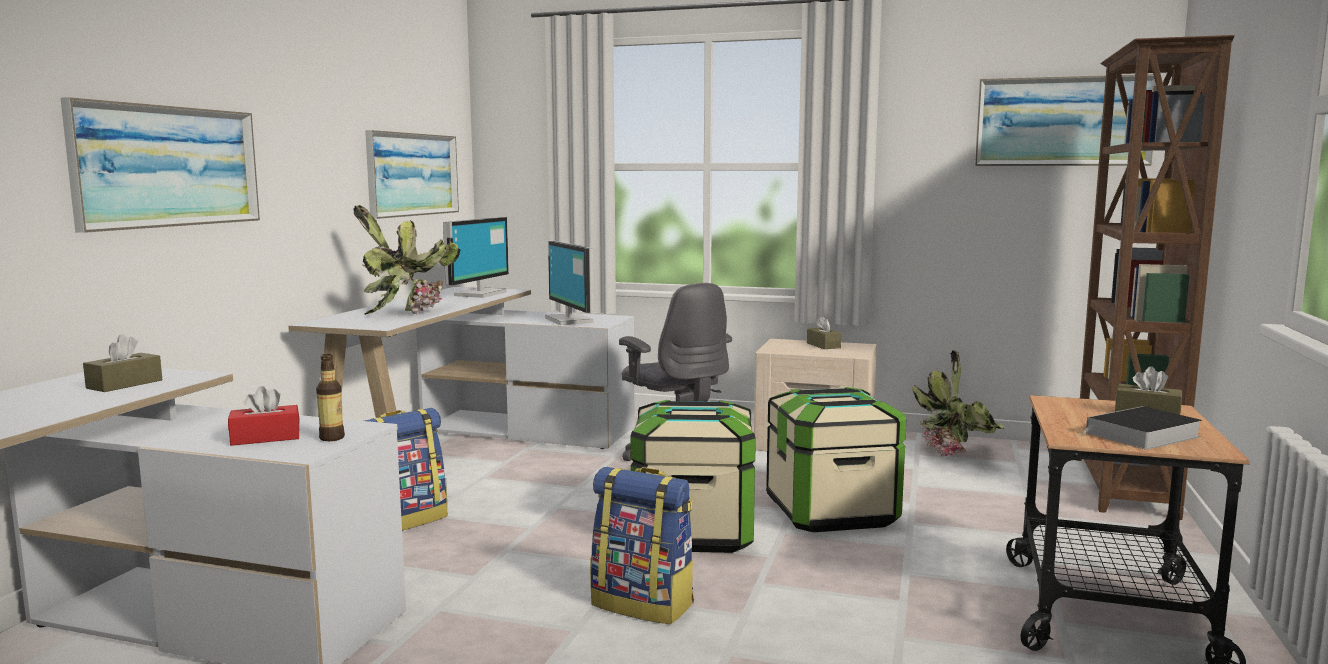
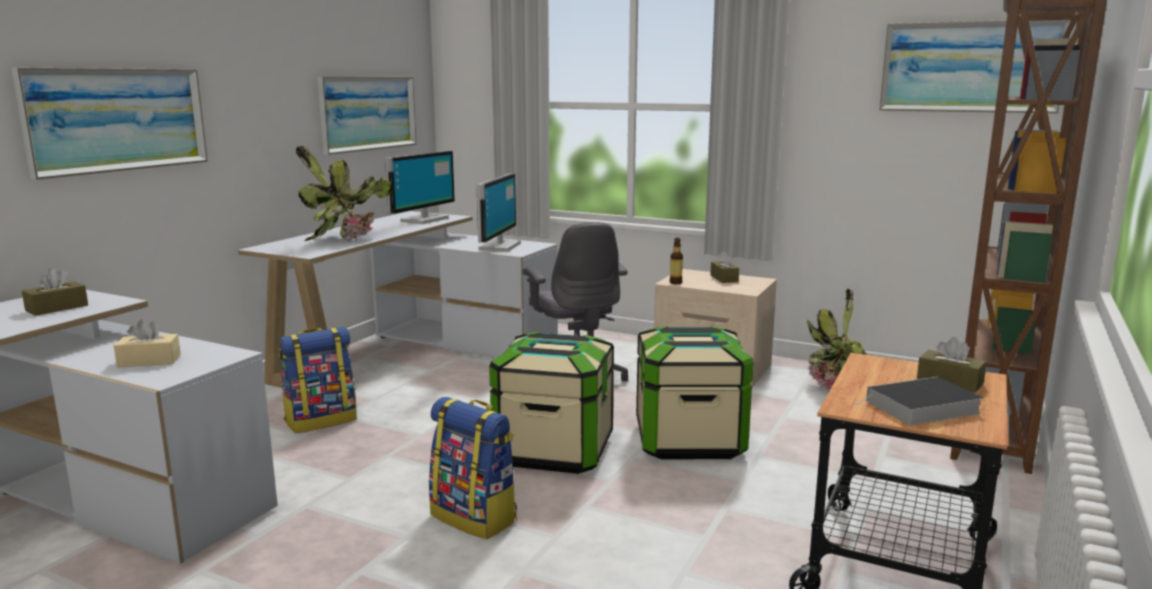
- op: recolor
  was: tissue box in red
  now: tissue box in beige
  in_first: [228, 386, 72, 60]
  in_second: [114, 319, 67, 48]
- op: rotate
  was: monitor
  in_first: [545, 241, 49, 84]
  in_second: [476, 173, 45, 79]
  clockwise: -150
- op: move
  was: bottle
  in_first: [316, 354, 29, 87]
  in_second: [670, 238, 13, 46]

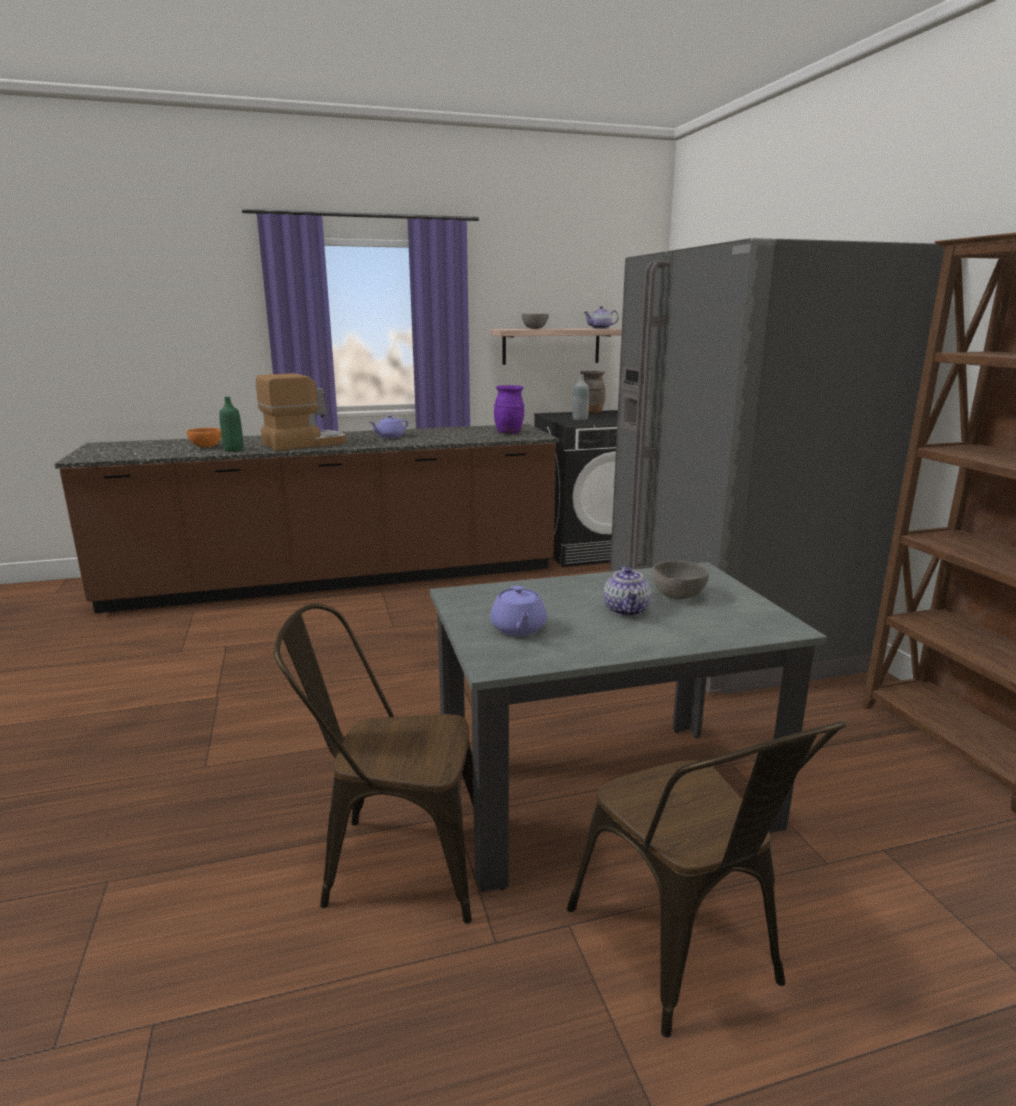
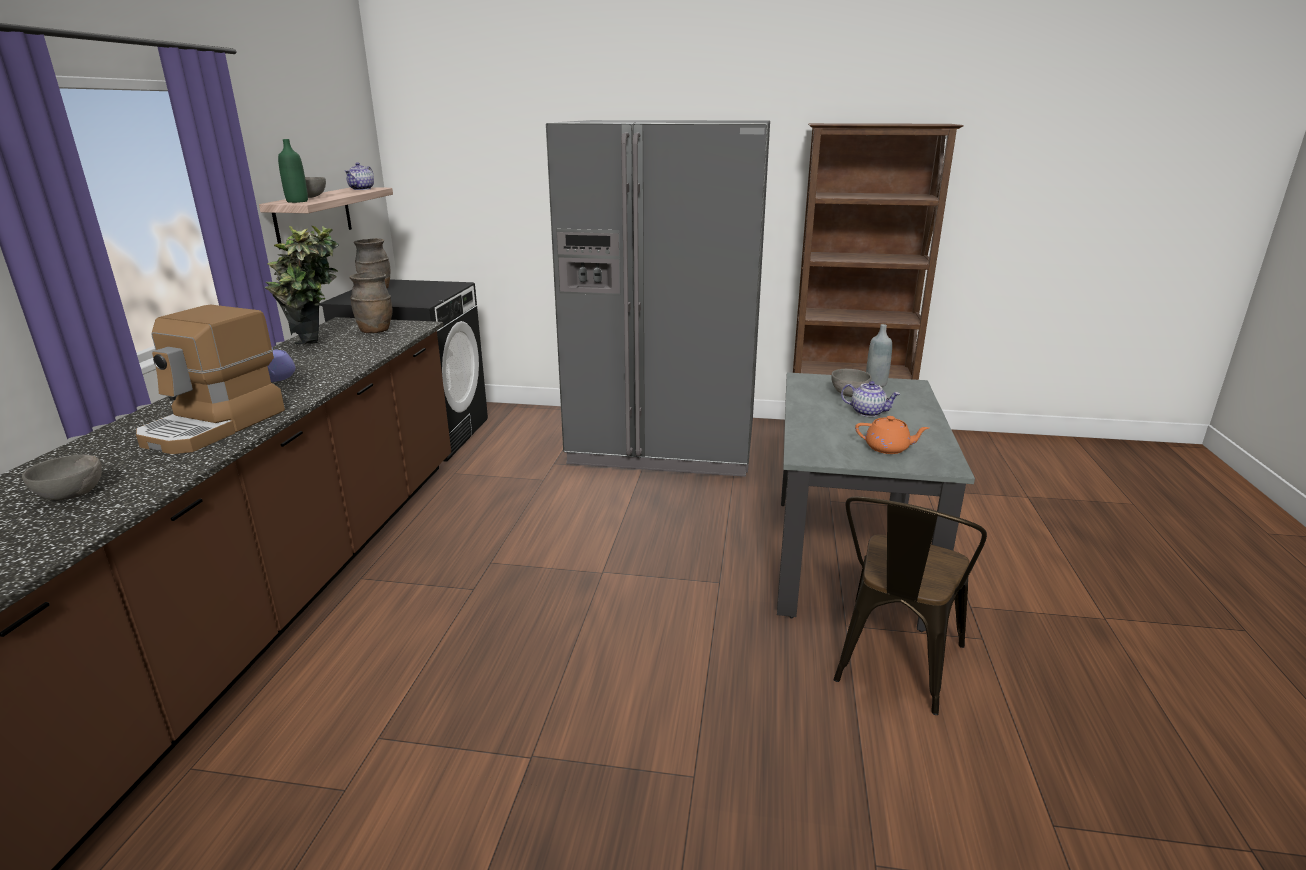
- op: recolor
  was: bowl in orange
  now: bowl in grey
  in_first: [186, 428, 35, 19]
  in_second: [22, 454, 80, 46]
- op: rotate
  was: coffee machine
  in_first: [256, 373, 91, 78]
  in_second: [136, 304, 149, 150]
  clockwise: -150
- op: insert
  now: potted plant
  in_second: [265, 225, 74, 119]
- op: move
  was: bottle in green
  in_first: [219, 397, 24, 55]
  in_second: [278, 139, 30, 64]
- op: recolor
  was: vase in purple
  now: vase in brown
  in_first: [494, 385, 30, 49]
  in_second: [349, 272, 43, 61]
- op: recolor
  was: teapot in purple
  now: teapot in orange
  in_first: [490, 586, 57, 50]
  in_second: [855, 416, 74, 38]
- op: move
  was: bottle in grey
  in_first: [572, 374, 17, 46]
  in_second: [866, 324, 26, 63]
- op: delete
  was: chair in brown
  in_first: [567, 721, 279, 317]

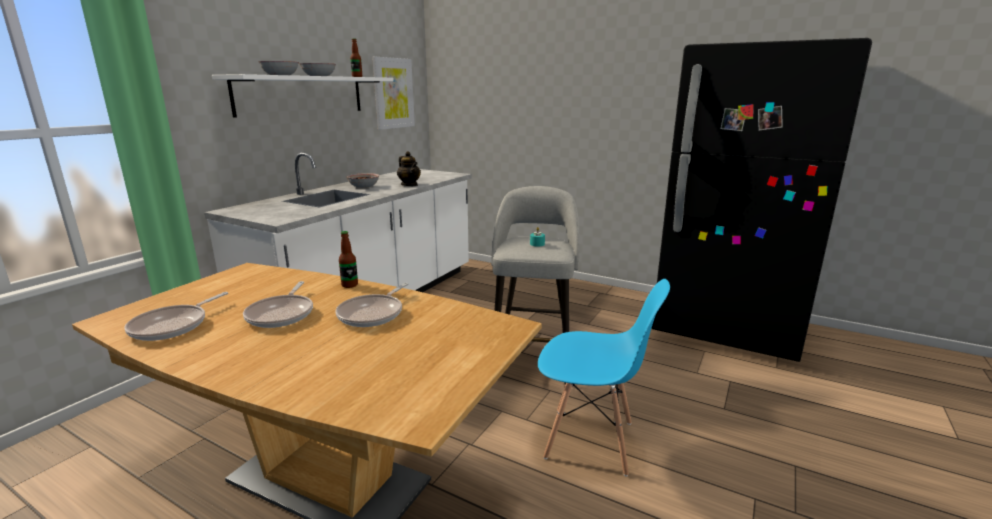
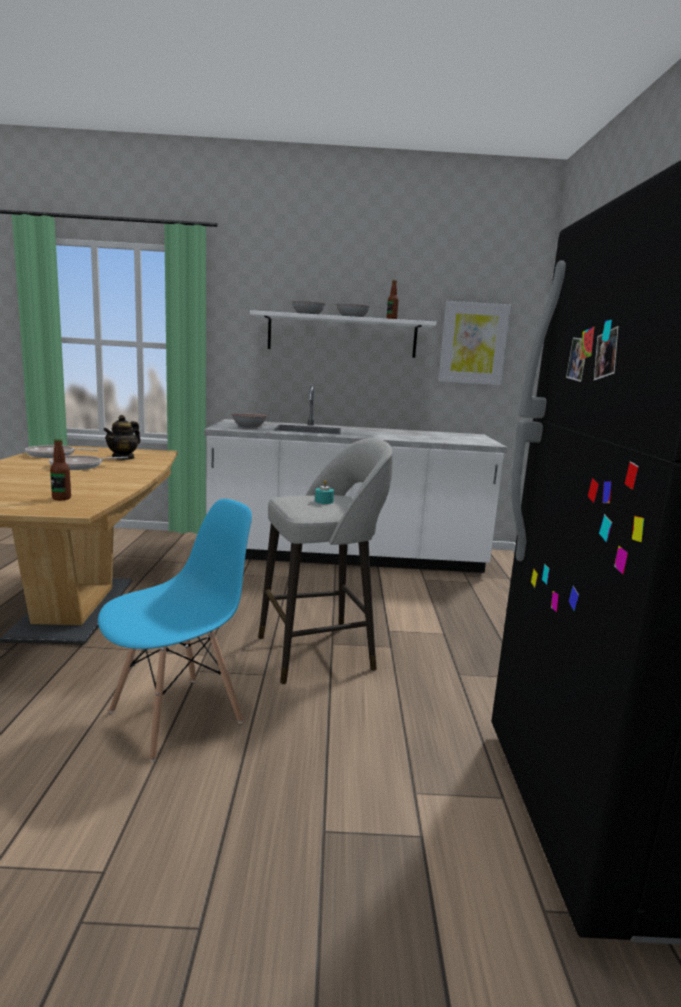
- op: move
  was: bottle
  in_first: [339, 231, 19, 57]
  in_second: [50, 439, 21, 61]
- op: rotate
  was: chair in blue
  in_first: [538, 279, 132, 197]
  in_second: [98, 499, 154, 263]
  clockwise: -120
- op: move
  was: teapot
  in_first: [397, 151, 24, 35]
  in_second: [104, 415, 37, 45]
- op: move
  was: bowl
  in_first: [346, 173, 33, 15]
  in_second: [232, 413, 35, 14]
- op: delete
  was: frying pan
  in_first: [336, 283, 72, 44]

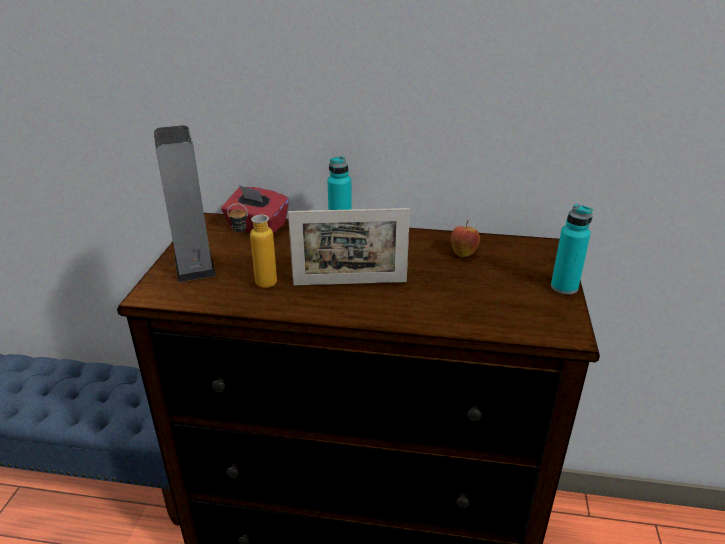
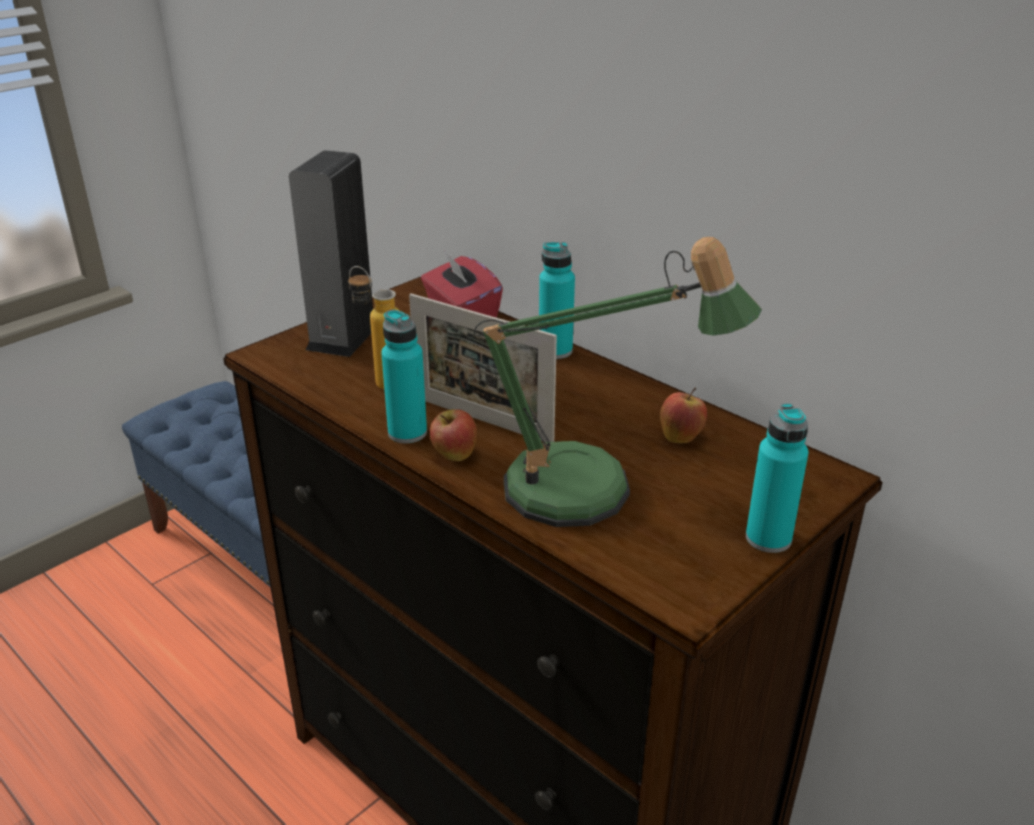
- op: insert
  now: bottle in turquoise
  in_second: [381, 310, 46, 133]
- op: insert
  now: apple
  in_second: [429, 409, 48, 52]
- op: insert
  now: table lamp
  in_second: [474, 237, 288, 290]

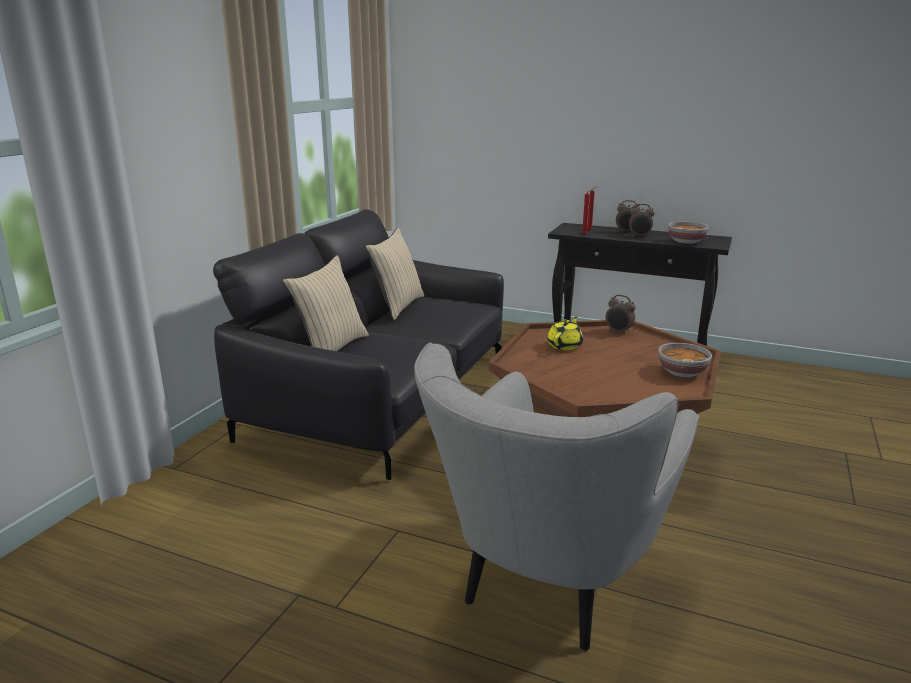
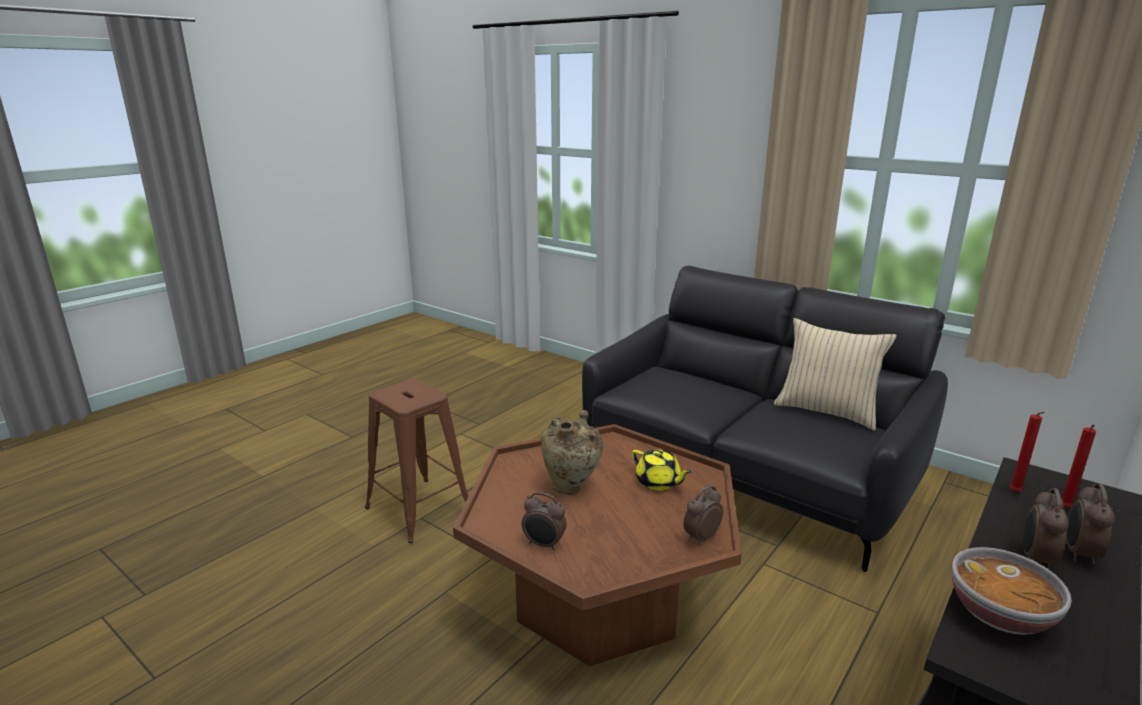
- op: replace
  was: armchair in grey
  now: stool in brown
  in_first: [414, 343, 285, 308]
  in_second: [365, 379, 104, 164]
- op: replace
  was: bowl
  now: alarm clock
  in_first: [658, 343, 54, 34]
  in_second: [522, 492, 45, 59]
- op: insert
  now: vase in beige
  in_second: [541, 410, 62, 85]
- op: delete
  was: pillow in beige
  in_first: [283, 255, 85, 96]

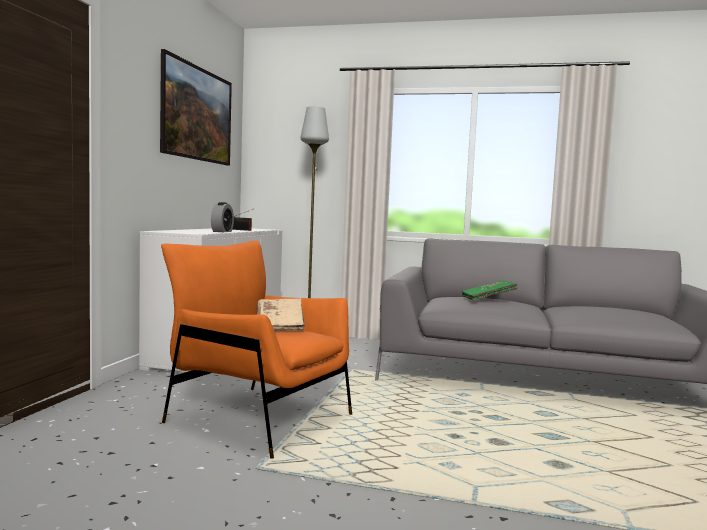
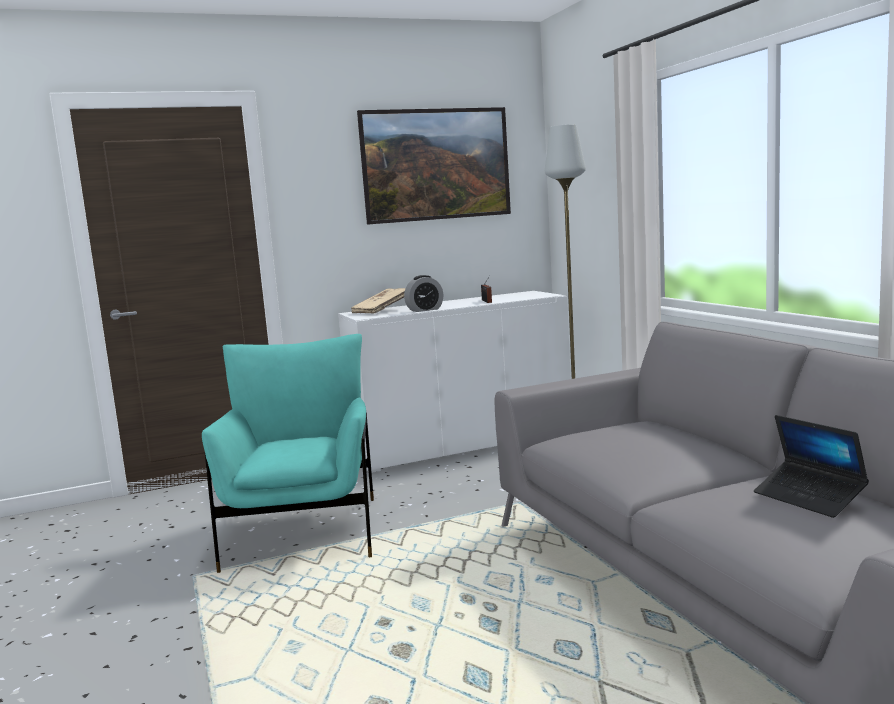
- op: recolor
  was: armchair in orange
  now: armchair in turquoise
  in_first: [161, 240, 191, 219]
  in_second: [202, 334, 172, 239]
- op: move
  was: book in beige
  in_first: [256, 298, 49, 33]
  in_second: [351, 288, 54, 25]
- op: insert
  now: laptop
  in_second: [754, 415, 115, 103]
- op: delete
  was: book in green
  in_first: [461, 281, 57, 19]

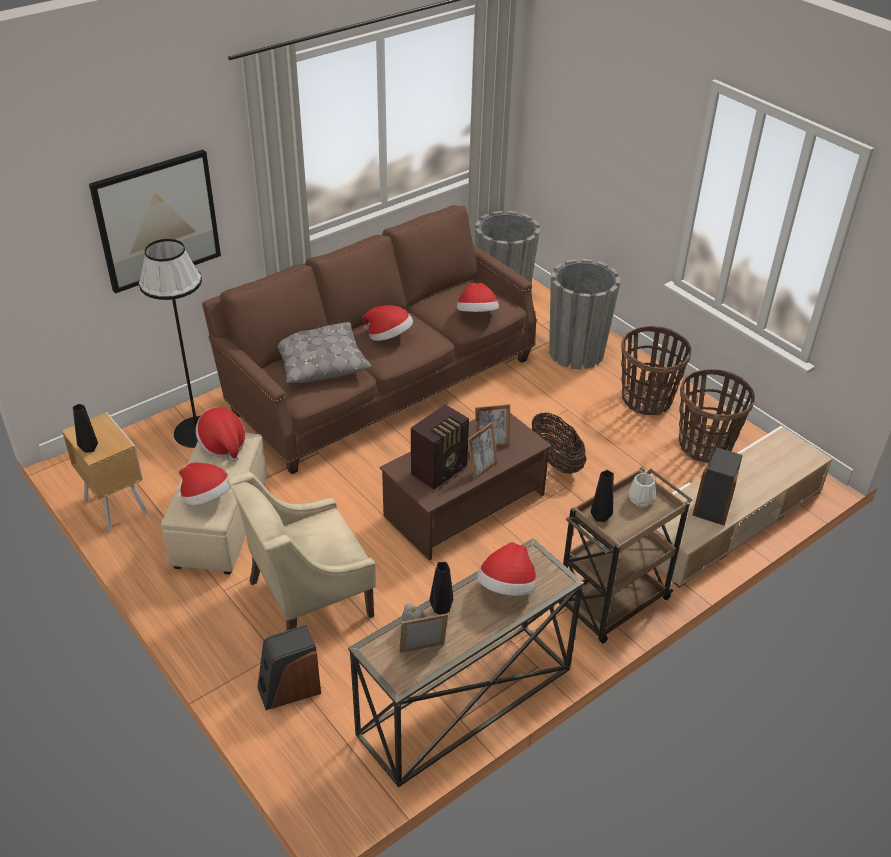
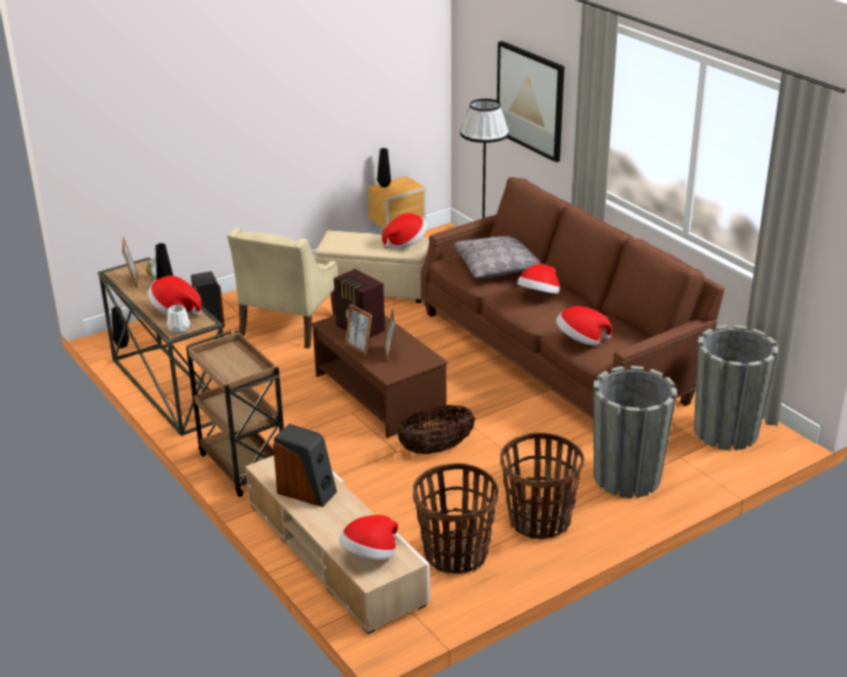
- op: move
  was: vase in black
  in_first: [590, 470, 24, 52]
  in_second: [112, 307, 17, 41]
- op: move
  was: vase in white
  in_first: [629, 473, 27, 34]
  in_second: [167, 305, 23, 28]
- op: rotate
  was: armchair in beige
  in_first: [227, 471, 149, 160]
  in_second: [227, 228, 111, 121]
  clockwise: -135
- op: move
  was: hat
  in_first: [179, 463, 51, 42]
  in_second: [339, 515, 59, 45]

